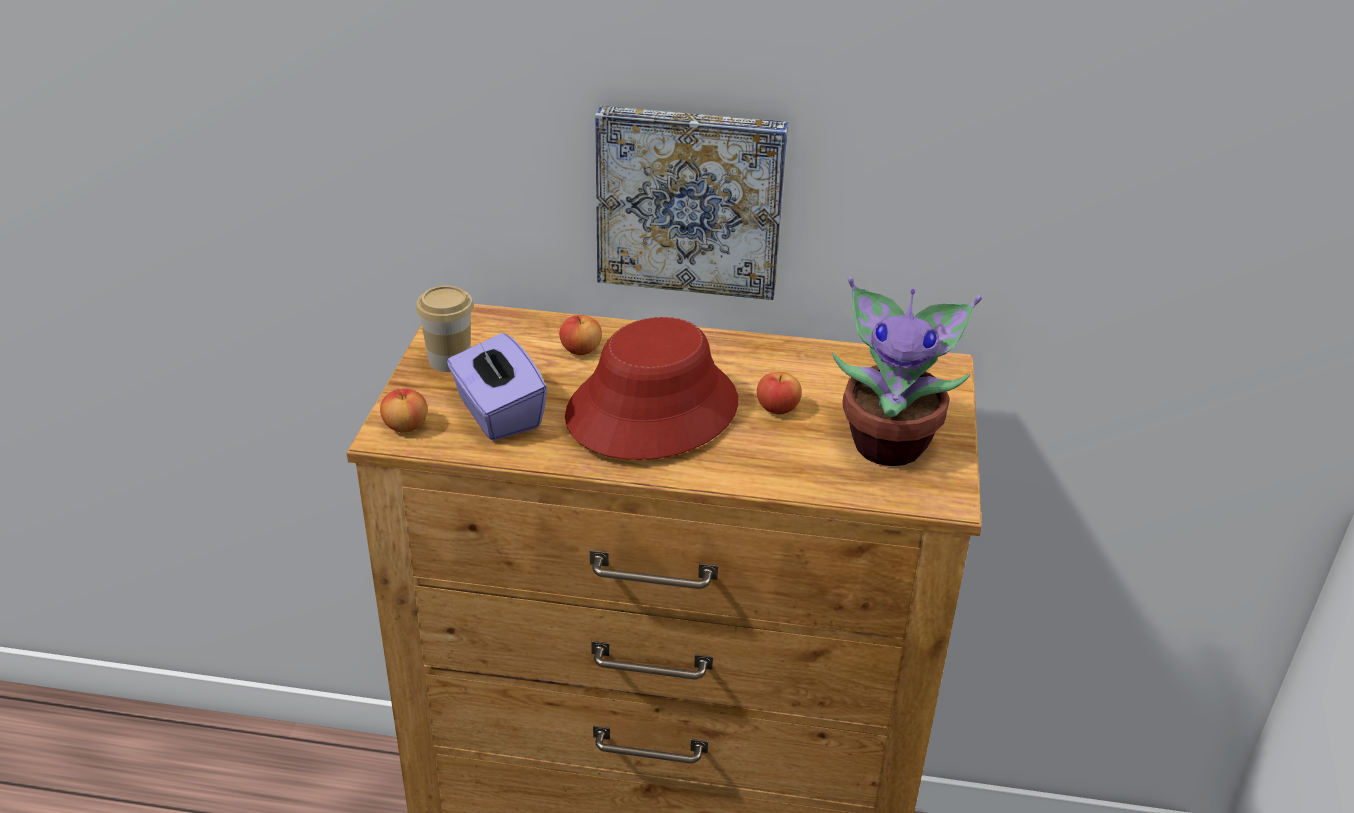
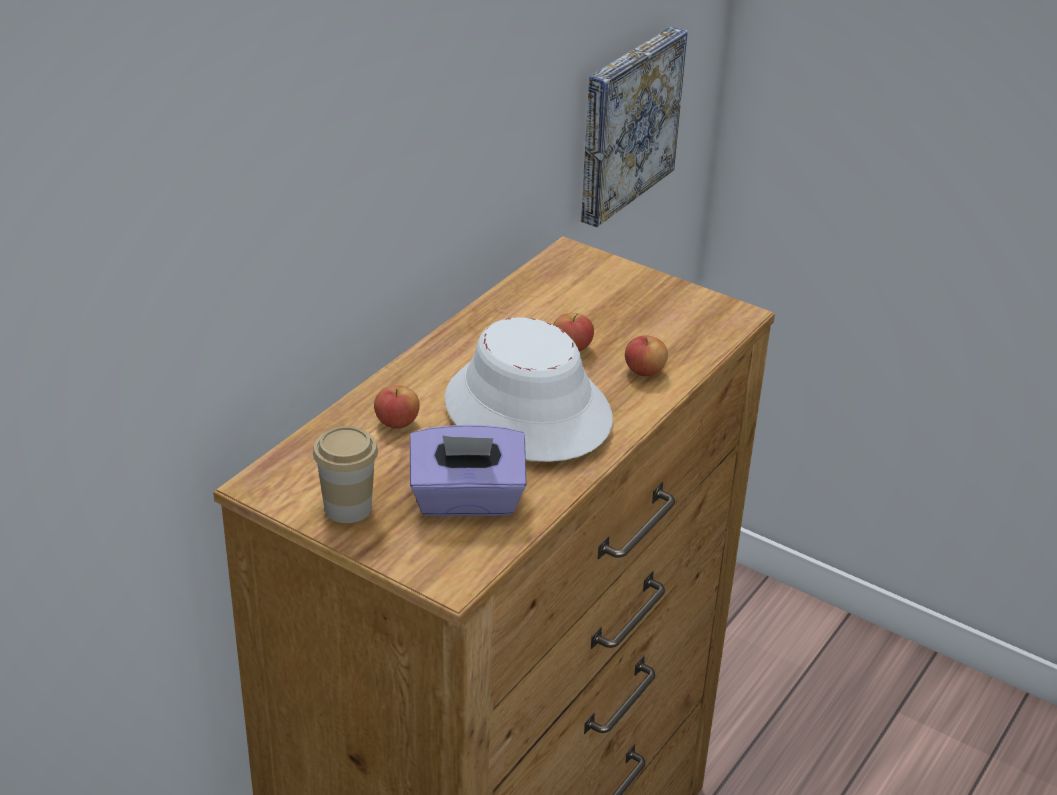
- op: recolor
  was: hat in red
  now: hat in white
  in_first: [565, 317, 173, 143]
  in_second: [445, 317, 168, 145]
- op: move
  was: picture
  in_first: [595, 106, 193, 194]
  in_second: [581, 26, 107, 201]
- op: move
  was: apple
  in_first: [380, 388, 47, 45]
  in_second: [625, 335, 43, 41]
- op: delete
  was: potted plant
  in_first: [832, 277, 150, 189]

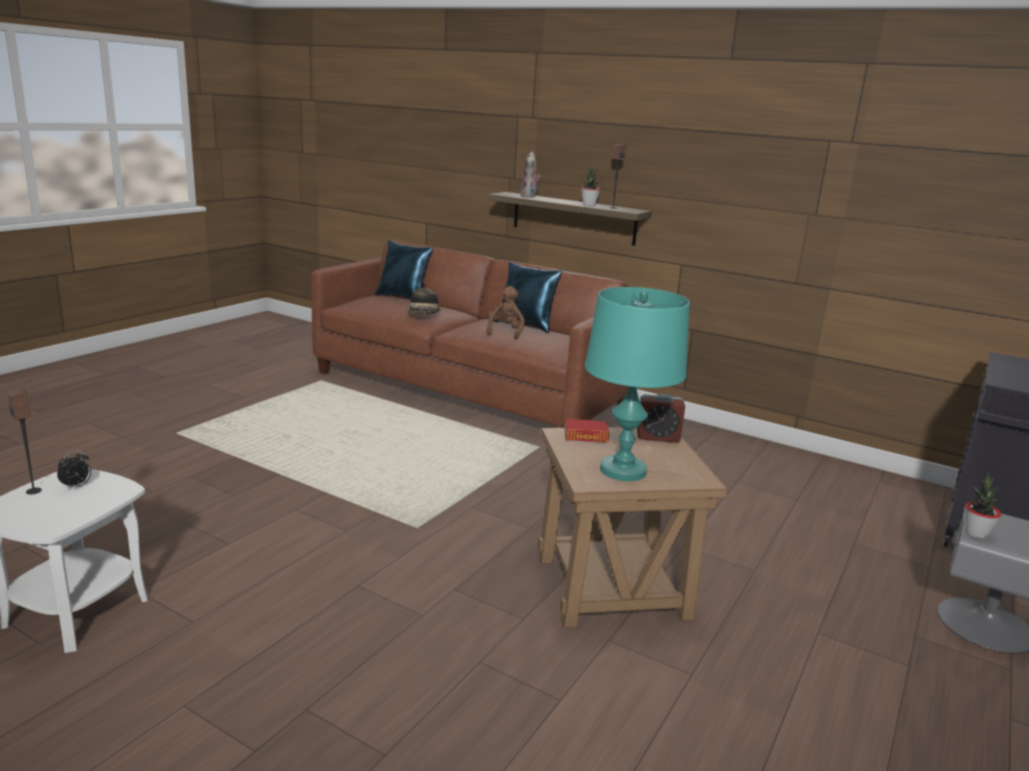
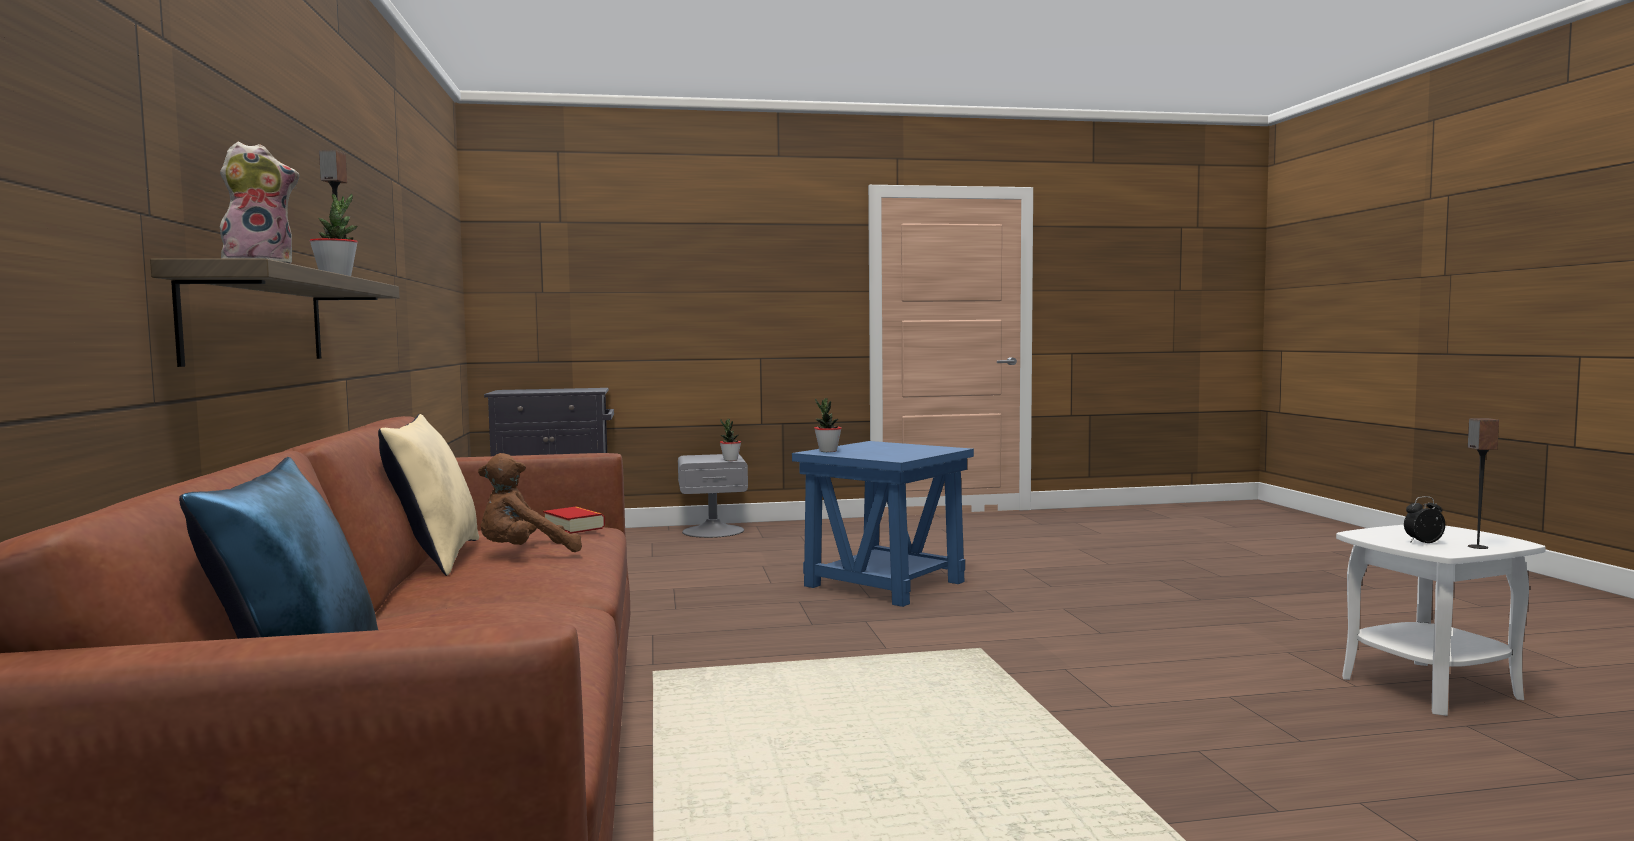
- op: recolor
  was: pillow in blue
  now: pillow in beige
  in_first: [494, 262, 68, 71]
  in_second: [378, 414, 101, 162]
- op: move
  was: book
  in_first: [564, 419, 45, 24]
  in_second: [543, 507, 62, 27]
- op: recolor
  was: side table in brown
  now: side table in blue
  in_first: [538, 427, 189, 201]
  in_second: [792, 441, 182, 166]
- op: replace
  was: alarm clock
  now: potted plant
  in_first: [637, 394, 48, 49]
  in_second: [814, 398, 28, 54]
- op: delete
  was: hat
  in_first: [408, 284, 33, 30]
- op: delete
  was: table lamp in turquoise
  in_first: [585, 287, 105, 194]

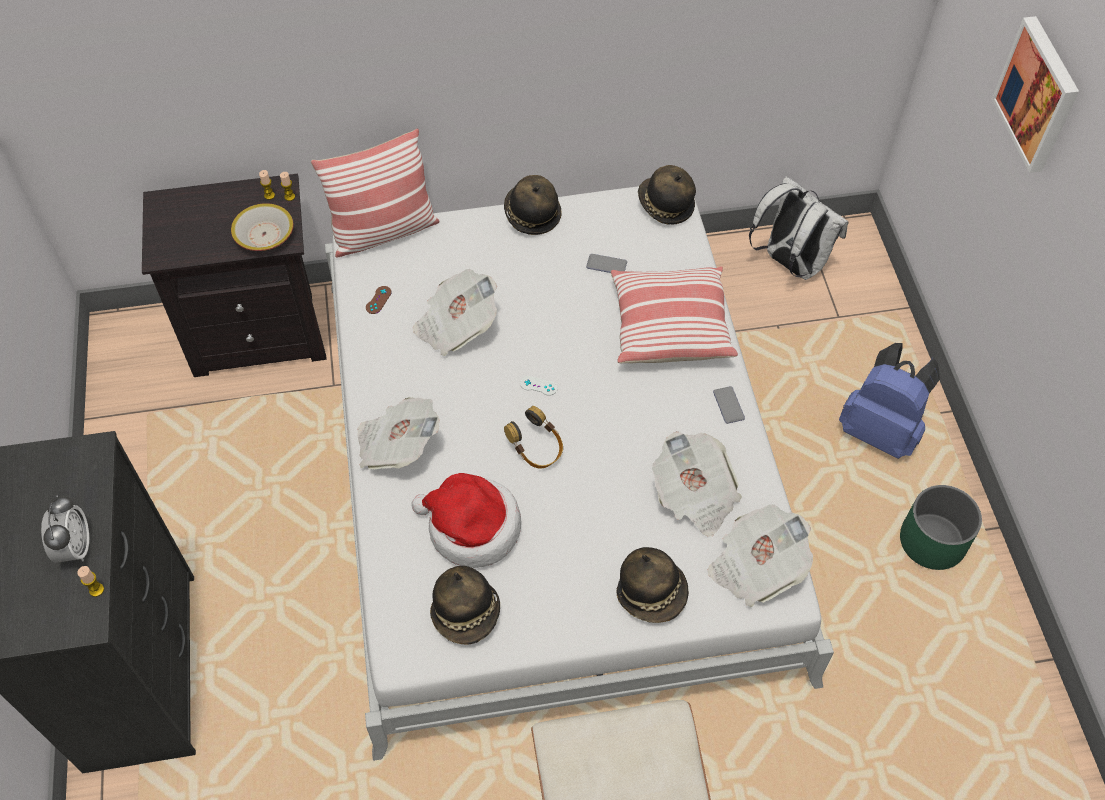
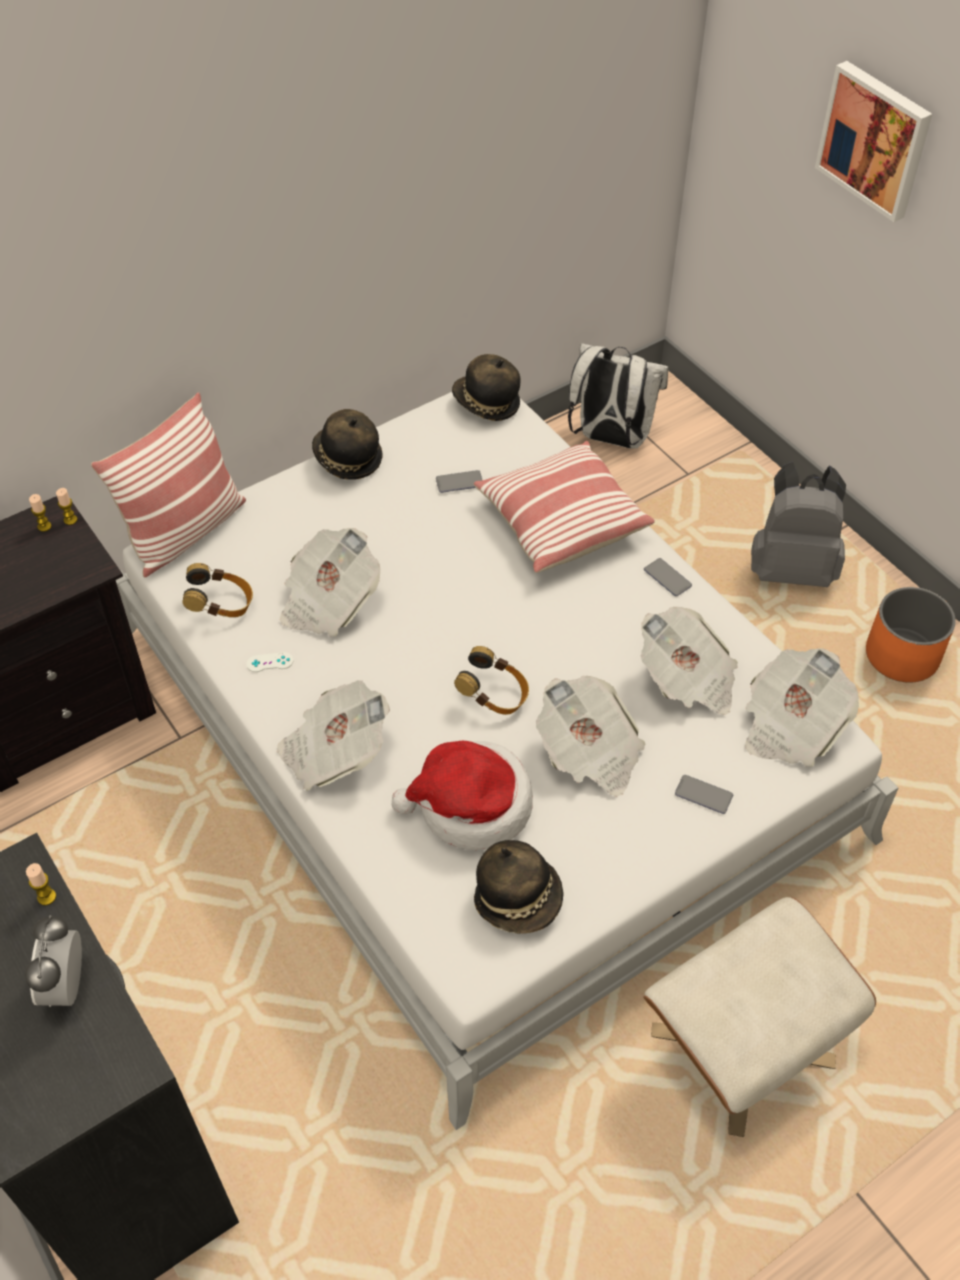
- op: rotate
  was: alarm clock
  in_first: [41, 495, 48, 68]
  in_second: [25, 915, 57, 92]
  clockwise: -150
- op: move
  was: candle
  in_first: [77, 566, 27, 31]
  in_second: [26, 863, 30, 42]
- op: replace
  was: game controller in brown
  now: headphones
  in_first: [366, 286, 25, 28]
  in_second: [182, 563, 71, 54]
- op: move
  was: game controller in white
  in_first: [520, 376, 38, 20]
  in_second: [246, 652, 47, 20]
- op: insert
  now: newspaper
  in_second: [536, 676, 110, 120]
- op: replace
  was: hat
  now: phone
  in_first: [617, 547, 72, 76]
  in_second: [675, 775, 58, 39]
- op: recolor
  was: backpack in blue
  now: backpack in grey
  in_first: [839, 343, 101, 116]
  in_second: [751, 462, 95, 125]
- op: recolor
  was: planter in green
  now: planter in orange
  in_first: [900, 485, 82, 85]
  in_second: [866, 587, 90, 96]
- op: delete
  was: bowl
  in_first: [231, 203, 63, 48]

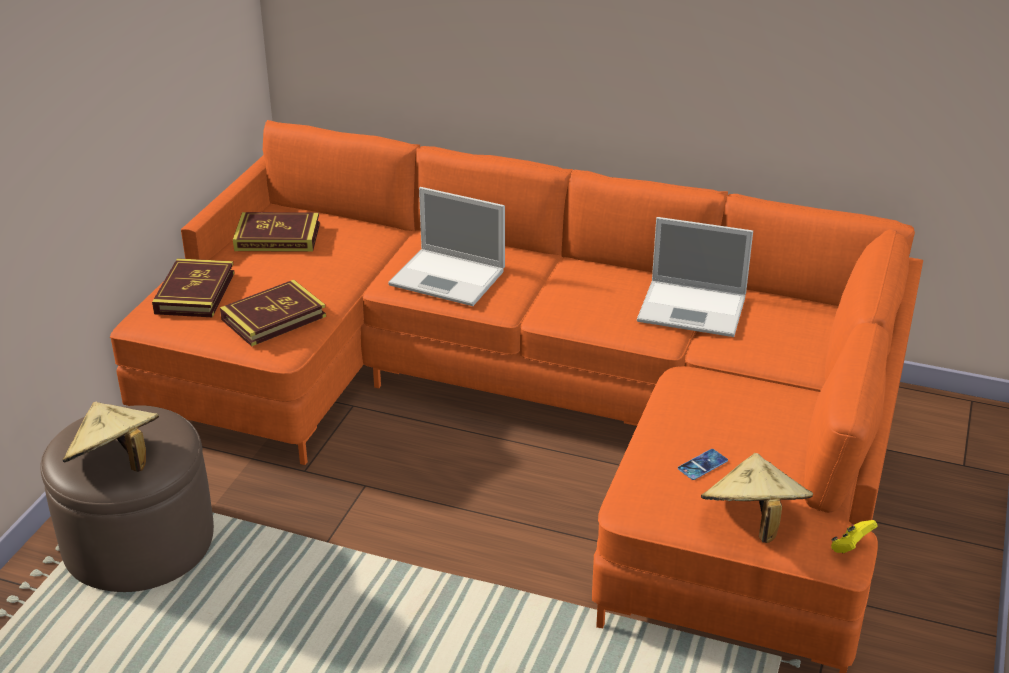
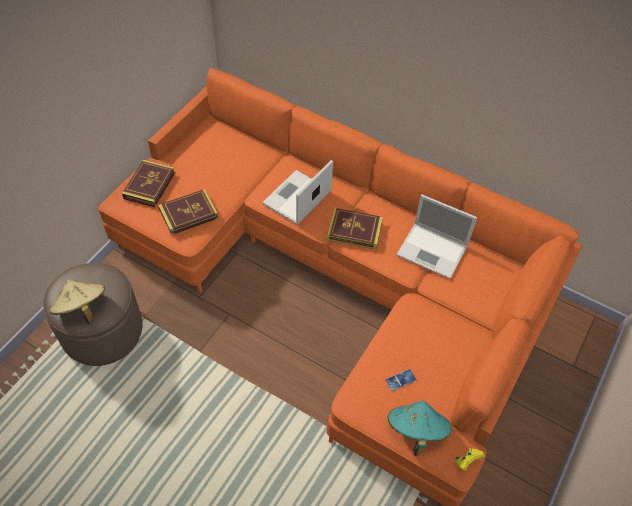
- op: rotate
  was: laptop
  in_first: [388, 187, 117, 119]
  in_second: [262, 160, 71, 64]
  clockwise: 90
- op: move
  was: book
  in_first: [233, 212, 87, 40]
  in_second: [327, 208, 56, 41]
- op: recolor
  was: hat in beige
  now: hat in turquoise
  in_first: [701, 453, 112, 90]
  in_second: [388, 400, 64, 56]

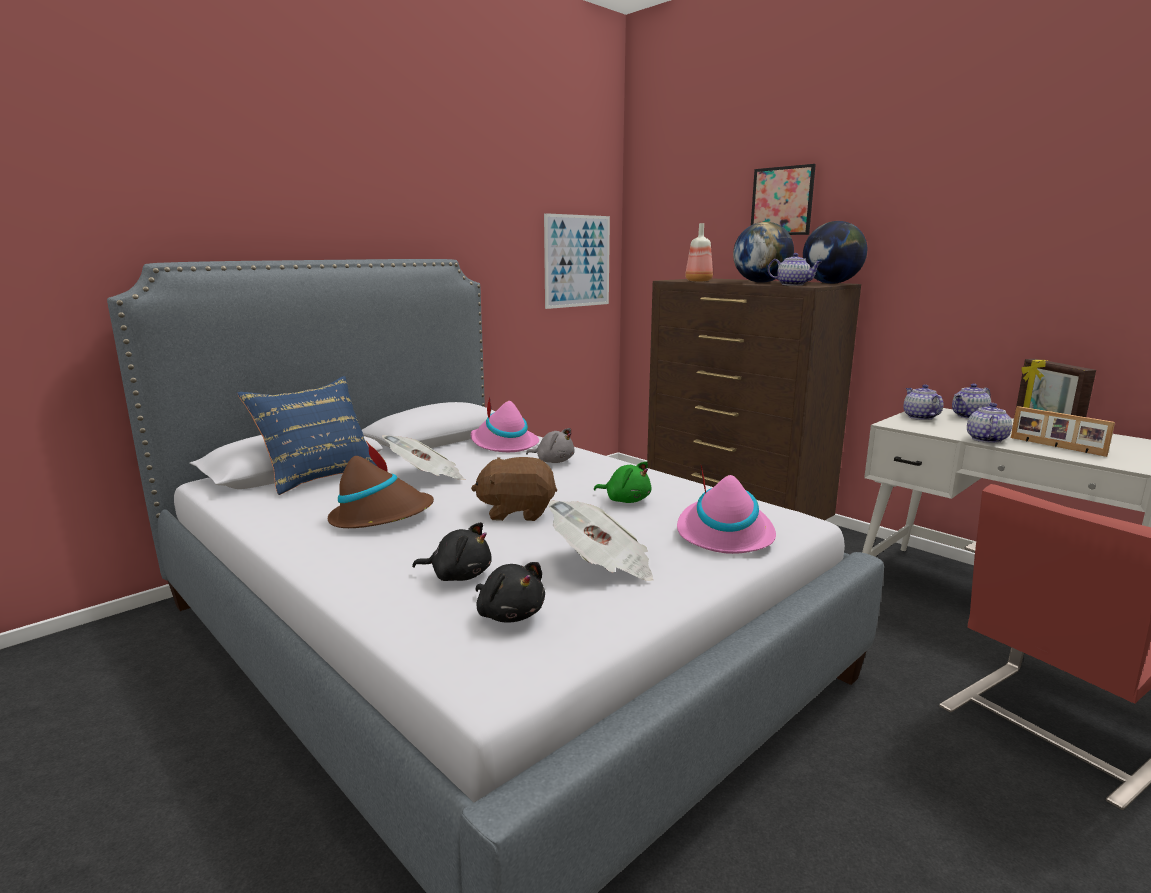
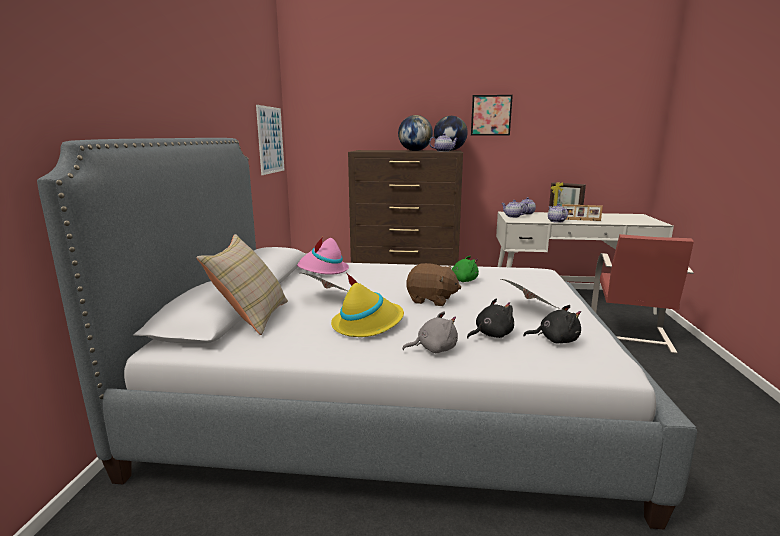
- op: recolor
  was: pillow in blue
  now: pillow in beige
  in_first: [237, 376, 141, 119]
  in_second: [196, 234, 92, 101]
- op: recolor
  was: hat in brown
  now: hat in yellow
  in_first: [328, 441, 106, 87]
  in_second: [331, 272, 73, 65]
- op: move
  was: plush toy in grey
  in_first: [526, 428, 49, 35]
  in_second: [402, 311, 56, 42]
- op: rotate
  was: plush toy in brown
  in_first: [471, 457, 86, 64]
  in_second: [406, 263, 55, 43]
  clockwise: -120
- op: move
  was: picture
  in_first: [751, 164, 65, 71]
  in_second: [471, 95, 42, 41]
- op: delete
  was: hat in pink
  in_first: [677, 464, 99, 90]
- op: delete
  was: bottle
  in_first: [685, 223, 28, 59]

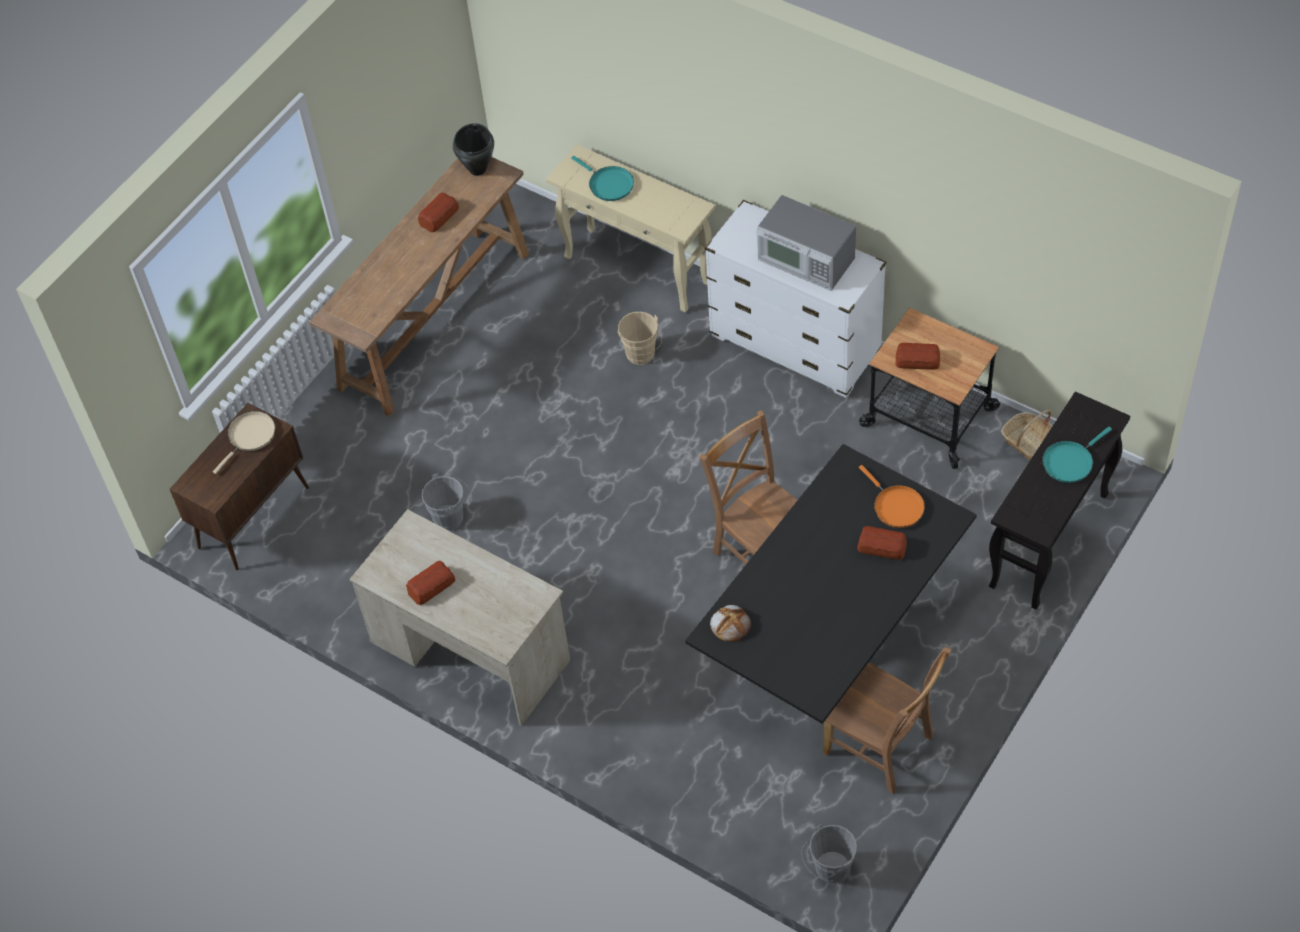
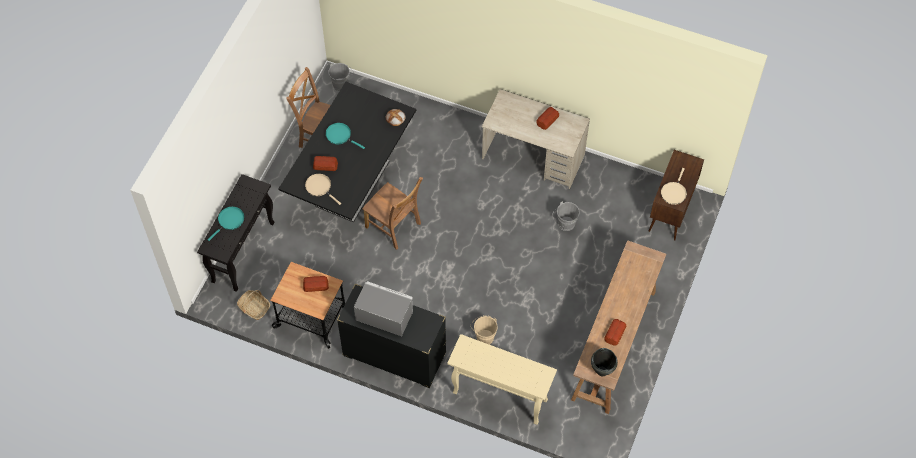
- op: recolor
  was: frying pan in orange
  now: frying pan in beige
  in_first: [859, 465, 66, 63]
  in_second: [305, 173, 36, 32]
- op: move
  was: frying pan in turquoise
  in_first: [571, 156, 63, 45]
  in_second: [325, 123, 40, 26]
- op: recolor
  was: dresser in white
  now: dresser in black
  in_first: [705, 200, 181, 198]
  in_second: [337, 284, 109, 104]

